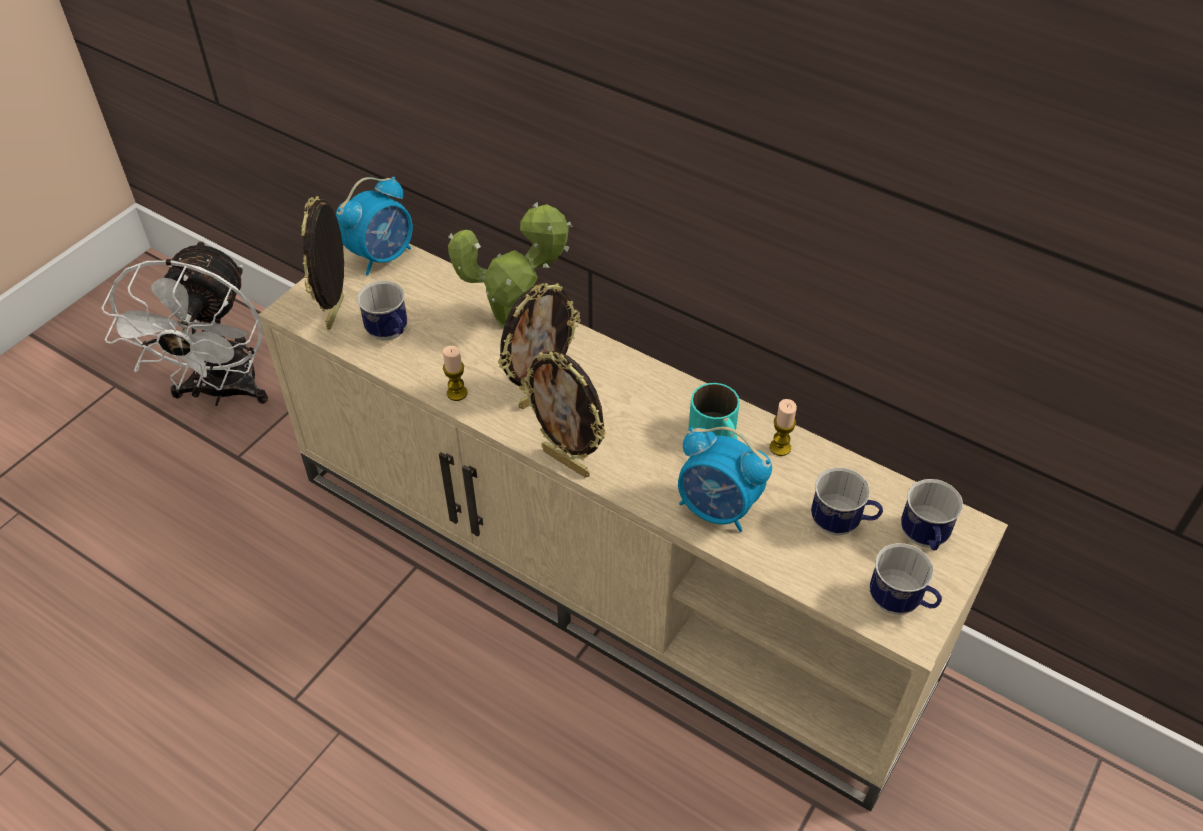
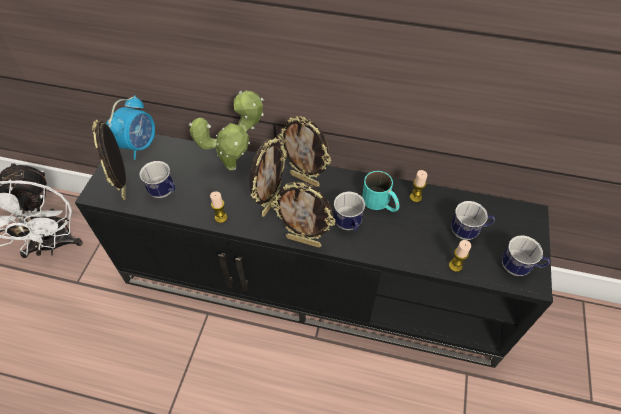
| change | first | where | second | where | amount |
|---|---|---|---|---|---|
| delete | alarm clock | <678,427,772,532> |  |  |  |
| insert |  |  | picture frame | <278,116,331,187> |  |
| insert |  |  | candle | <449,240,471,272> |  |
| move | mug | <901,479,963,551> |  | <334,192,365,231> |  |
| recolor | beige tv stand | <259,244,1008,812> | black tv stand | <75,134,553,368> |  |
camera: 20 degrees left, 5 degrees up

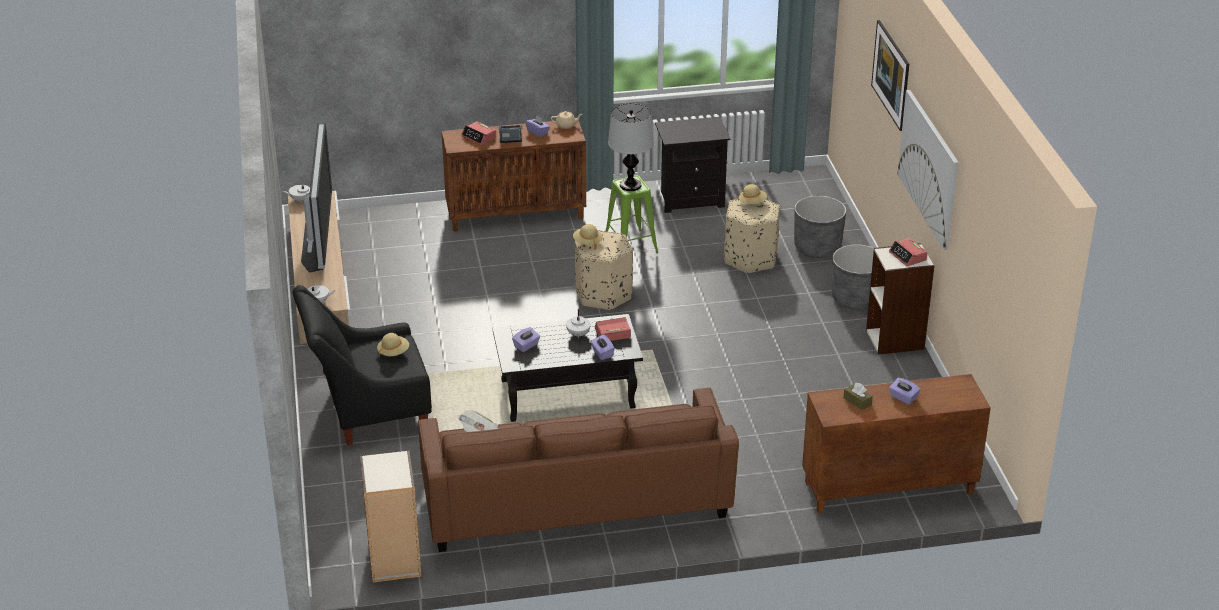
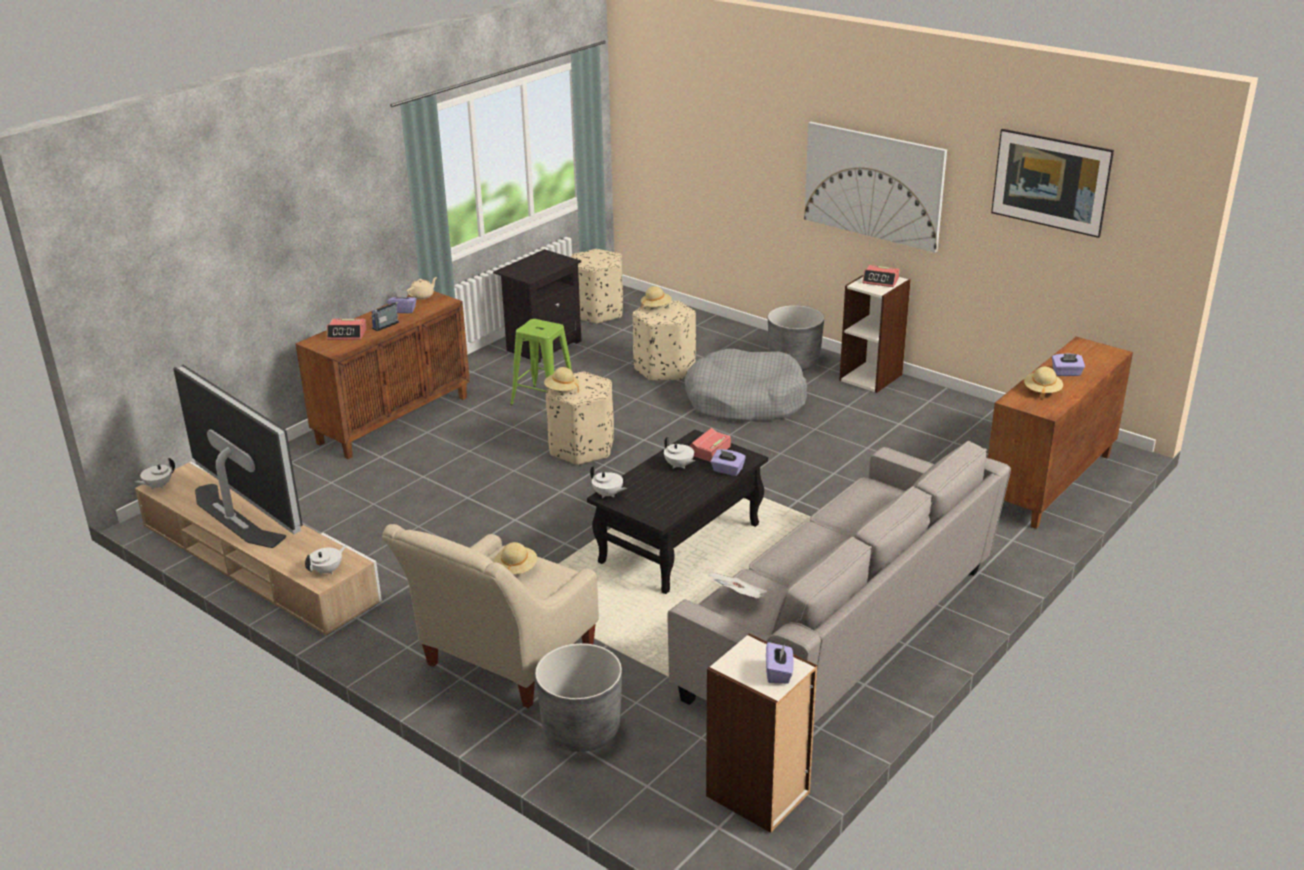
| change | first | where | second | where | amount |
|---|---|---|---|---|---|
| delete | table lamp | <608,103,654,191> |  |  |  |
| insert |  |  | beige ottoman | <571,249,623,324> |  |
| insert |  |  | white teapot | <590,465,626,498> |  |
| insert |  |  | grey dog bed | <684,349,807,422> |  |
| move | purple tissue box | <512,327,540,352> |  | <766,642,794,684> |  |
| move | grey planter | <794,196,846,258> |  | <535,643,622,752> |  |
| move | picture | <871,20,909,131> |  | <991,129,1114,238> |  |
| replace | brown tissue box | <843,383,873,410> | beige hat | <1024,367,1063,400> |  |
| recolor | black armchair | <292,285,432,445> | beige armchair | <382,524,599,708> |  |
| recolor | brown sofa | <418,387,739,552> | grey sofa | <667,441,1011,724> |  |
camera: 40 degrees left, 5 degrees down

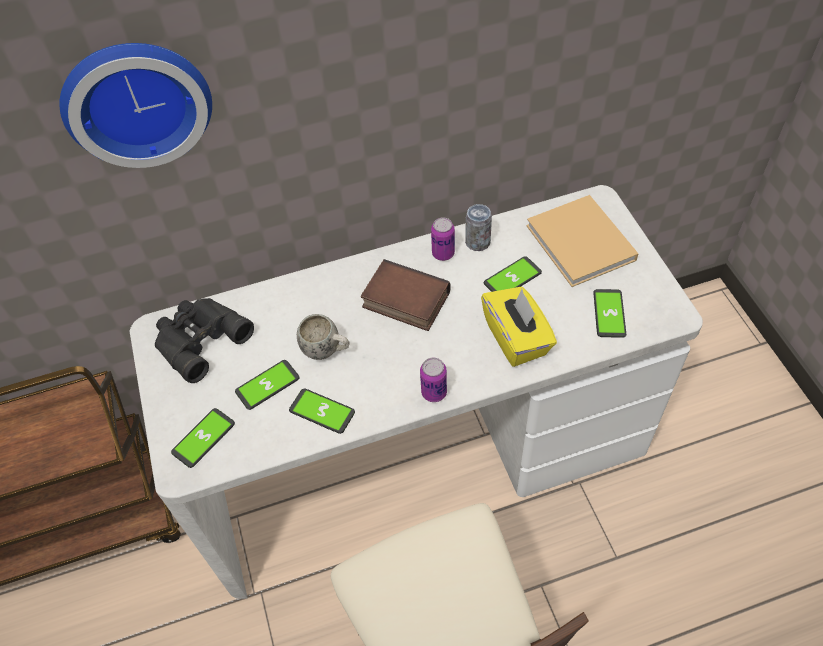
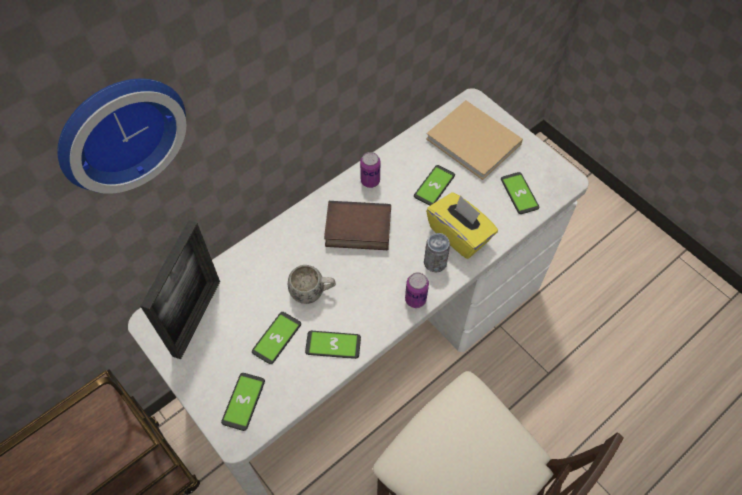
| change | first | where | second | where | amount |
|---|---|---|---|---|---|
| move | can | <465,204,492,251> |  | <424,233,450,272> |  |
| replace | black binoculars | <155,298,254,383> | picture frame | <140,220,220,359> |  |
camera: 25 degrees left, 5 degrees up

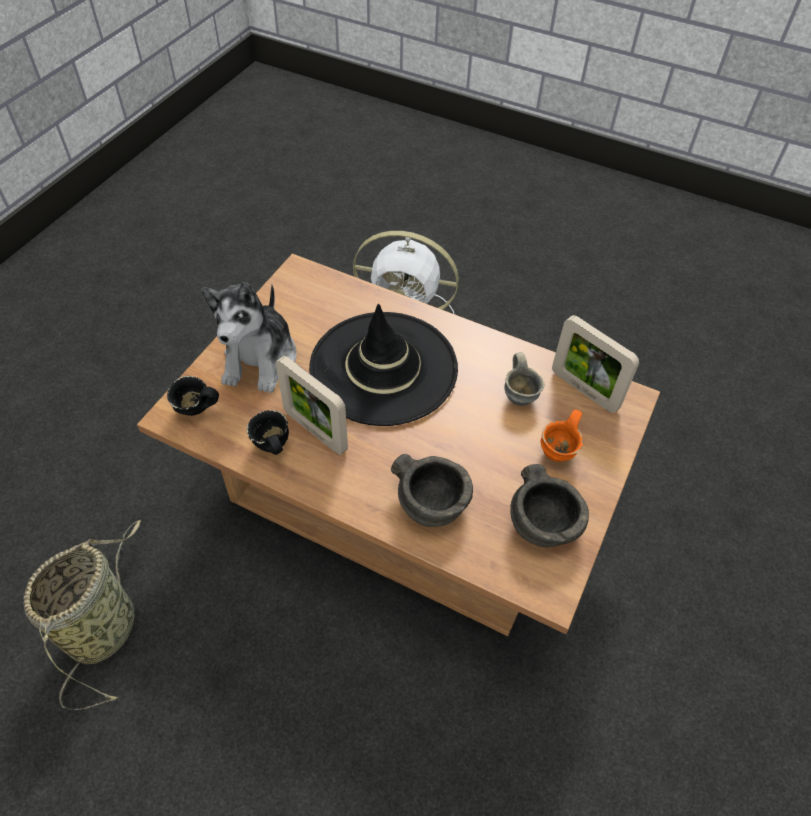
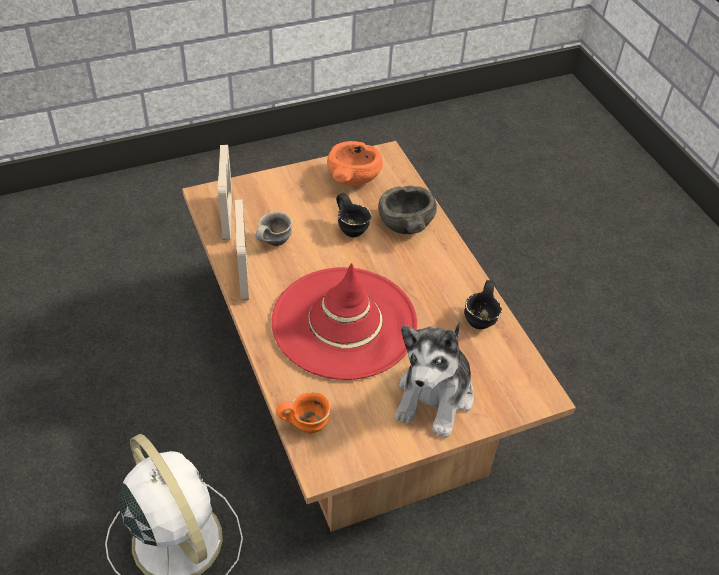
| change | first | where | second | where | amount |
|---|---|---|---|---|---|
| delete | basket | <24,520,141,710> |  |  |  |
| move | black mug | <167,376,219,416> |  | <336,193,372,238> |  |
| move | picture frame | <276,356,348,455> |  | <235,200,249,301> |  |
| move | orange mug | <541,409,583,462> |  | <276,392,331,434> |  |
| recolor | black hat | <309,304,458,426> | red hat | <272,263,417,380> |  |
| recolor | grey bowl | <510,464,589,547> | orange bowl | <327,141,383,186> |  |
| rotate | plush toy | <201,282,297,393> |  | <395,321,474,438> | 150 degrees clockwise |
camera: 140 degrees left, 5 degrees down

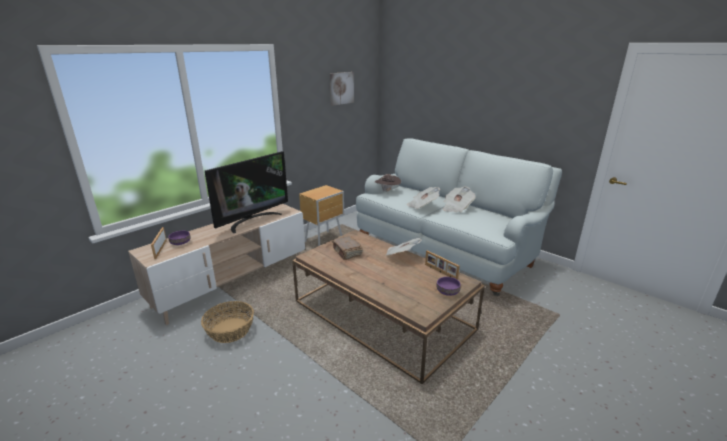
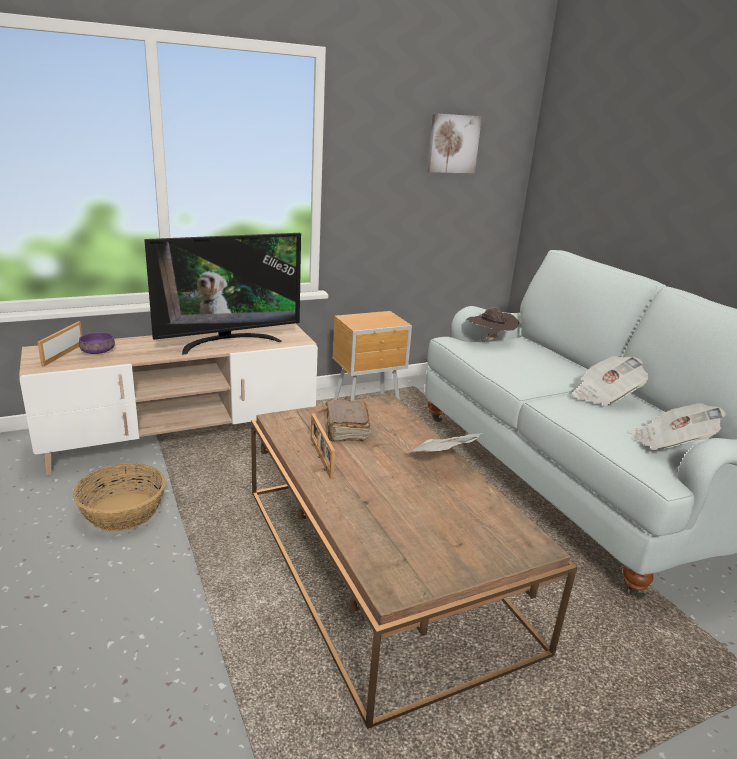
| change | first | where | second | where | amount |
|---|---|---|---|---|---|
| delete | purple bowl | <436,277,461,296> |  |  |  |
| move | newspaper | <407,187,440,209> |  | <630,403,726,450> |  |
| move | picture frame | <425,250,460,280> |  | <311,413,335,479> |  |
camera: 20 degrees right, 0 degrees up

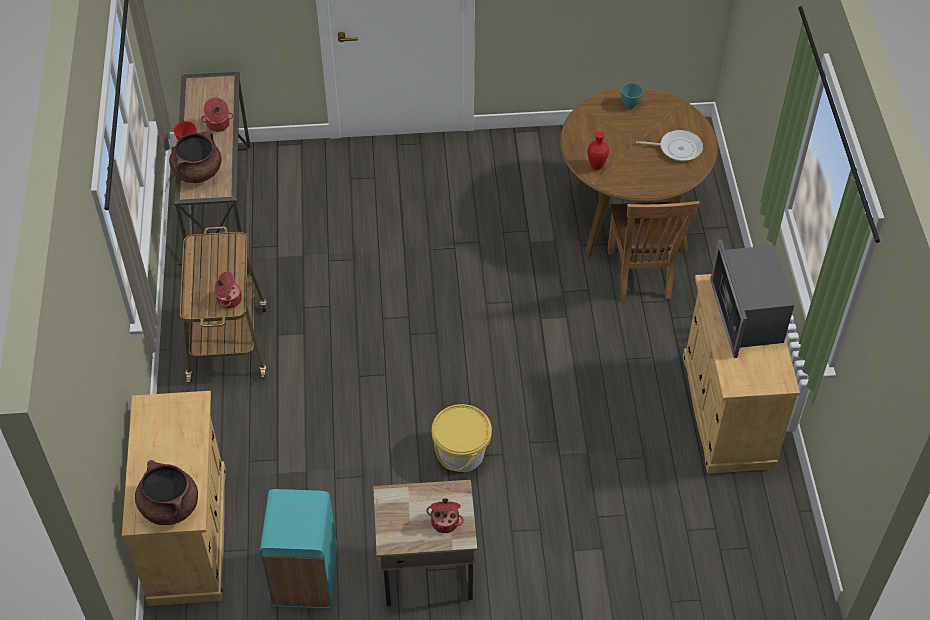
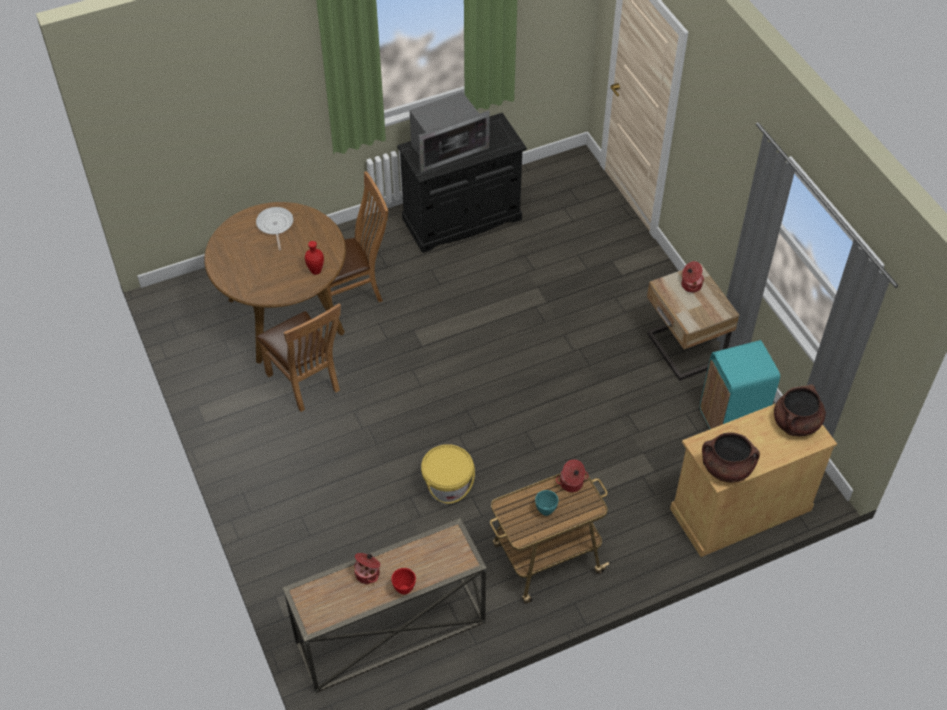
| change | first | where | second | where | amount |
|---|---|---|---|---|---|
| insert |  |  | brown chair | <257,303,341,412> |  |
| move | brown cooking pot | <169,131,221,183> |  | <702,432,760,483> |  |
| move | yellow bucket | <432,404,492,472> |  | <421,444,475,504> |  |
| move | turquoise bowl | <621,83,643,109> |  | <535,490,558,516> |  |
| recolor | beige cabinet | <683,274,800,474> | black cabinet | <397,113,527,253> |  |
camera: 110 degrees left, 0 degrees up

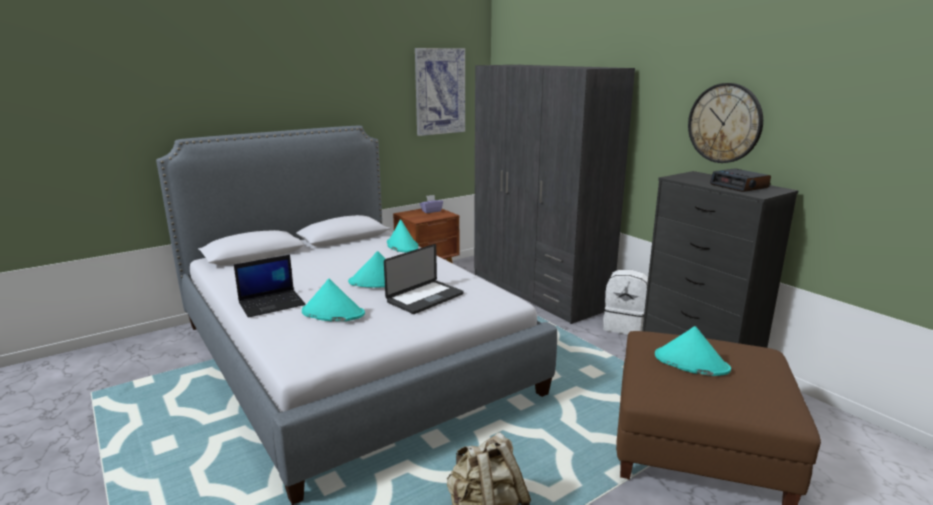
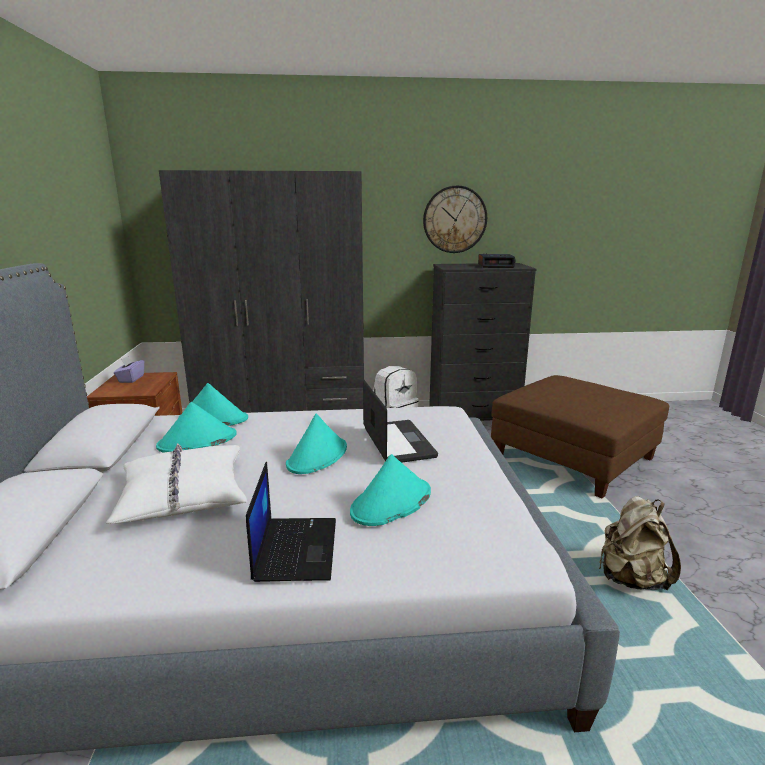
| change | first | where | second | where | amount |
|---|---|---|---|---|---|
| delete | picture | <415,48,465,136> |  |  |  |
| insert |  |  | white pillow | <106,443,247,524> |  |
| move | turquoise hat | <655,326,731,376> |  | <156,402,237,453> |  |
camera: 60 degrees left, 0 degrees up

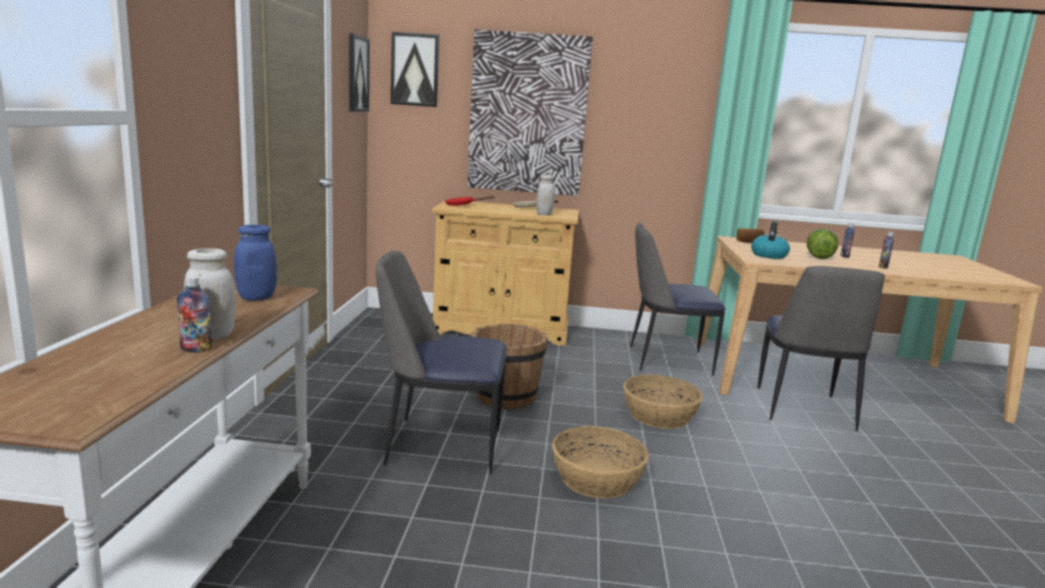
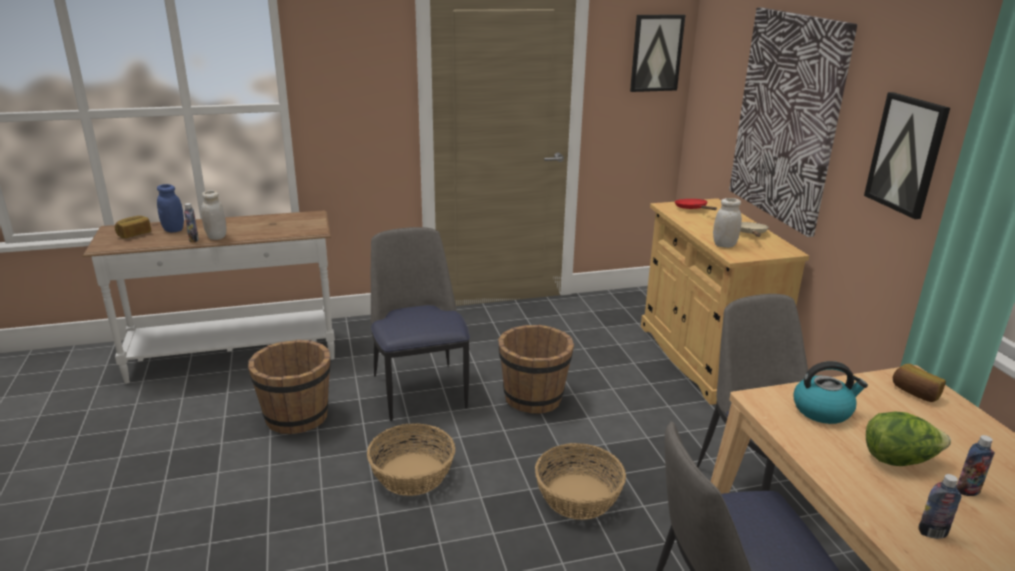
| change | first | where | second | where | amount |
|---|---|---|---|---|---|
| insert |  |  | bread | <115,216,151,238> |  |
| insert |  |  | brown bucket | <248,340,331,434> |  |
| move | blue jar | <234,225,277,301> |  | <157,184,184,232> |  |
| move | picture | <391,32,439,107> |  | <864,92,950,219> |  |
camera: 70 degrees right, 10 degrees up

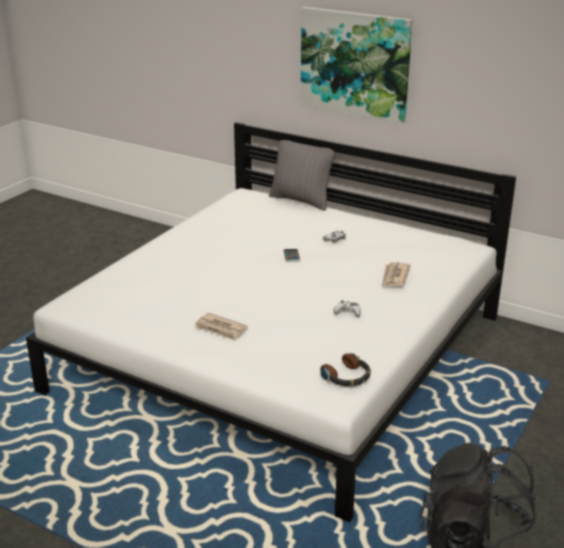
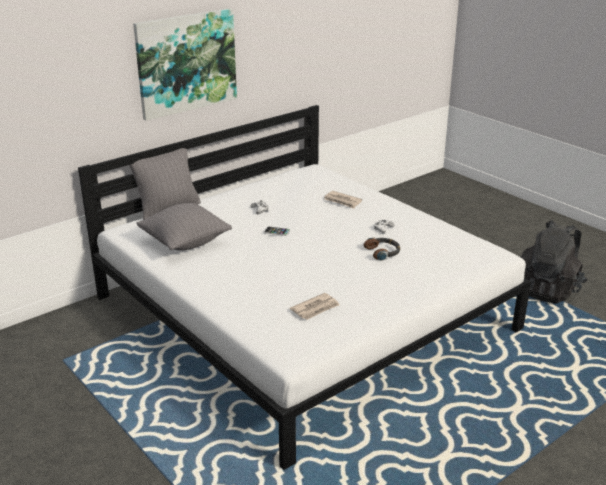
| change | first | where | second | where | amount |
|---|---|---|---|---|---|
| insert |  |  | grey pillow | <137,203,232,251> |  |
| move | newspaper | <195,313,248,341> |  | <290,293,340,320> |  |
| move | headphones | <320,353,371,387> |  | <364,238,400,261> |  |
camera: 70 degrees left, 0 degrees up

